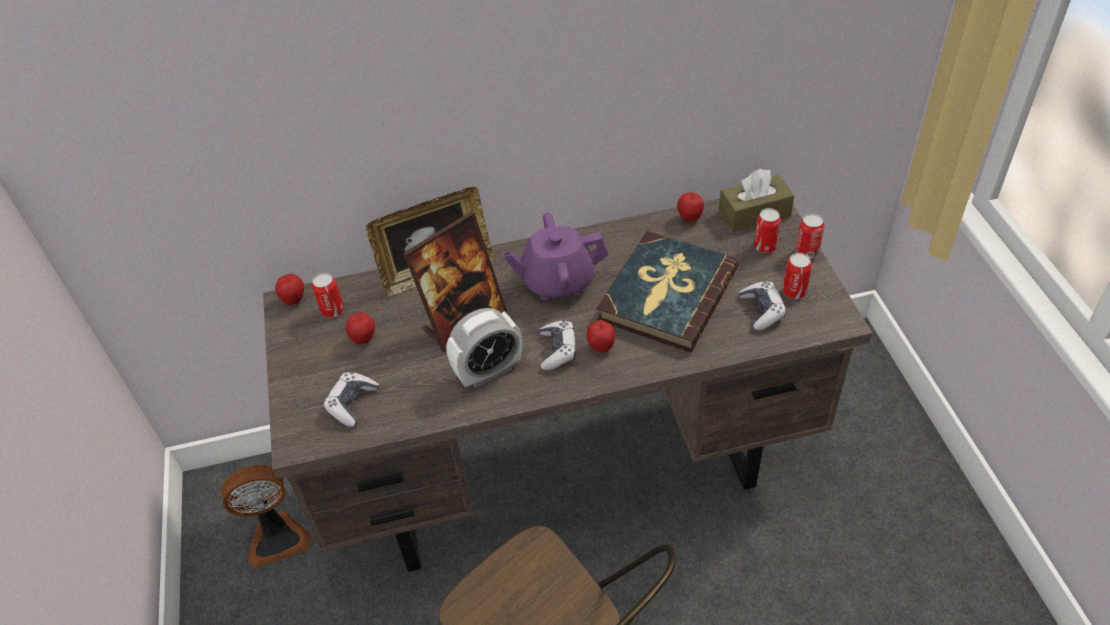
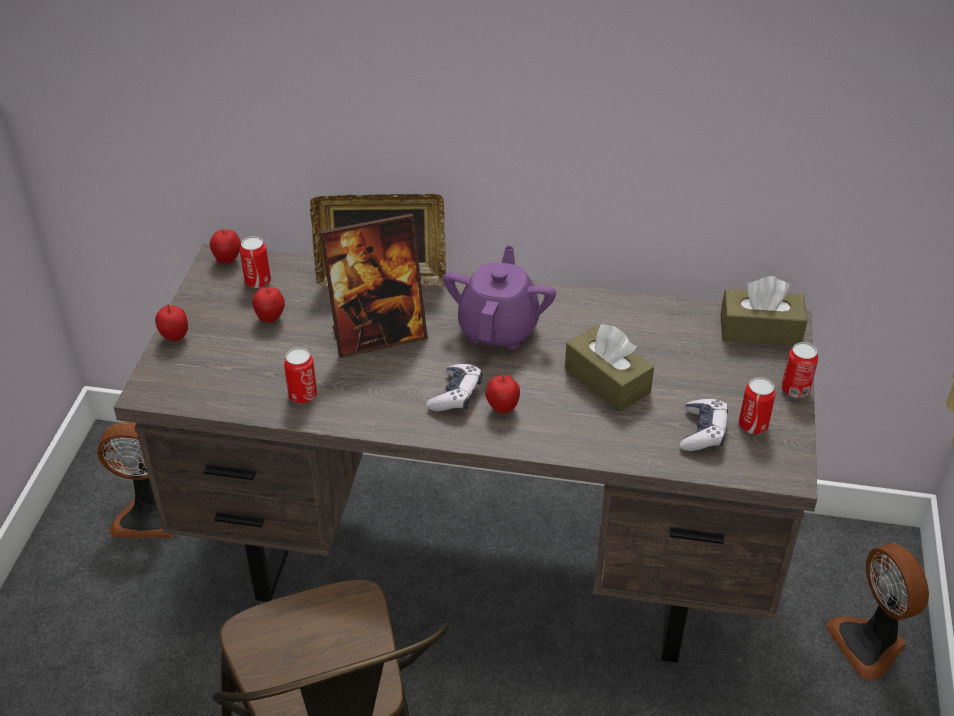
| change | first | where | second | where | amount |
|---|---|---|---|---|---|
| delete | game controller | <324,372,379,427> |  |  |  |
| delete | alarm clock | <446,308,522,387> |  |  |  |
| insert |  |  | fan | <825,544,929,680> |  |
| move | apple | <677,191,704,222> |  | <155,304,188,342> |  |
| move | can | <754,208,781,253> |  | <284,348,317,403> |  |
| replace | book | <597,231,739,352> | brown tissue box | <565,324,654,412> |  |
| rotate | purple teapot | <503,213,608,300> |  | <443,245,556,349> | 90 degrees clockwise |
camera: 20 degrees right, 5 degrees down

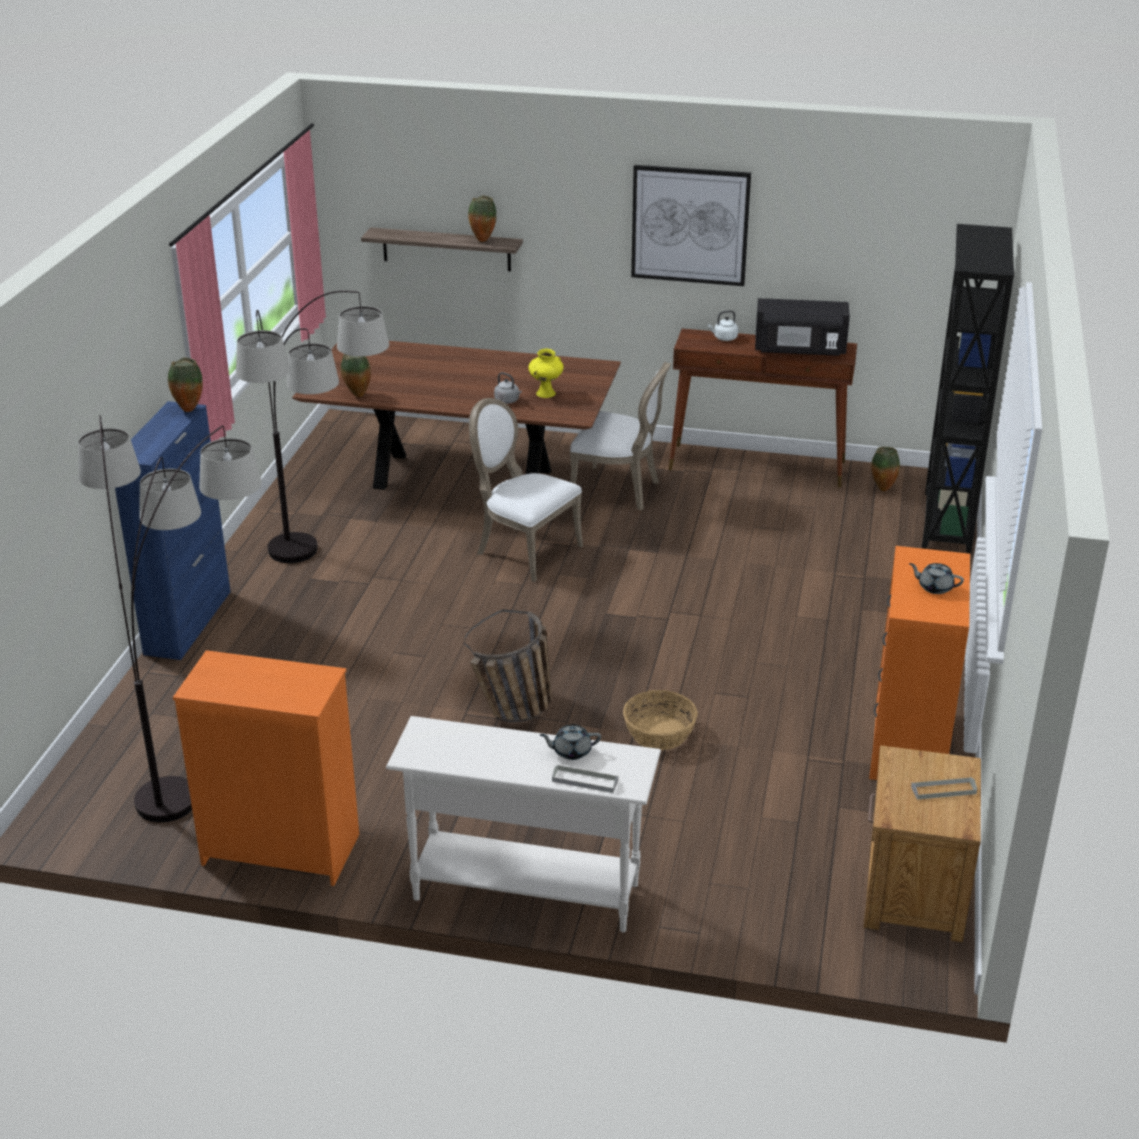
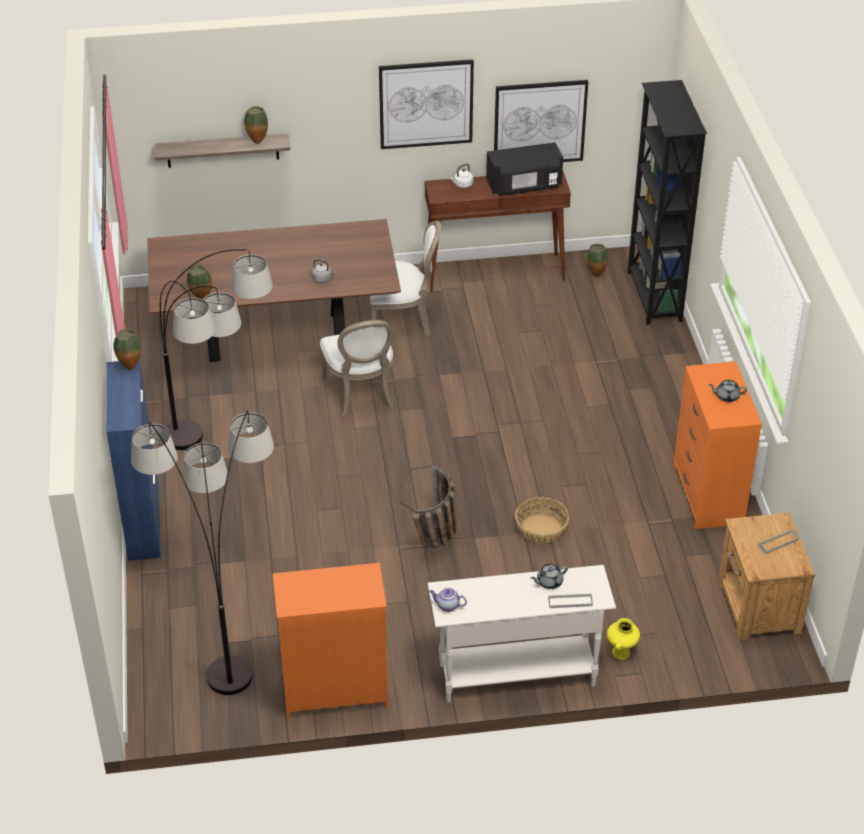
| change | first | where | second | where | amount |
|---|---|---|---|---|---|
| insert |  |  | teapot | <429,588,467,612> |  |
| insert |  |  | picture | <494,80,588,162> |  |
| move | yellow vase | <529,349,564,398> |  | <607,618,640,660> |  |
| rotate | white chair | <469,398,583,582> |  | <320,320,394,417> | 120 degrees counterclockwise |
camera: 20 degrees left, 10 degrees up

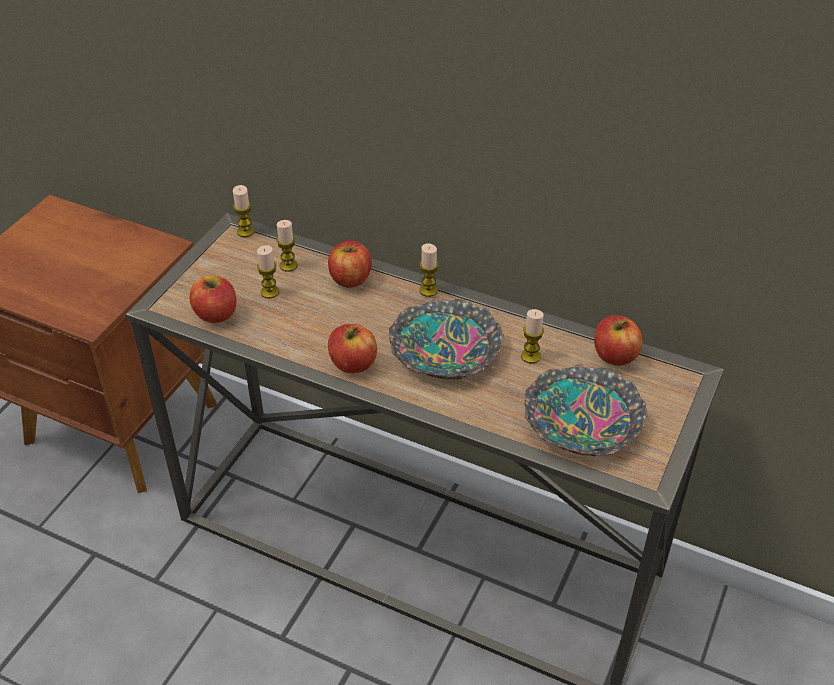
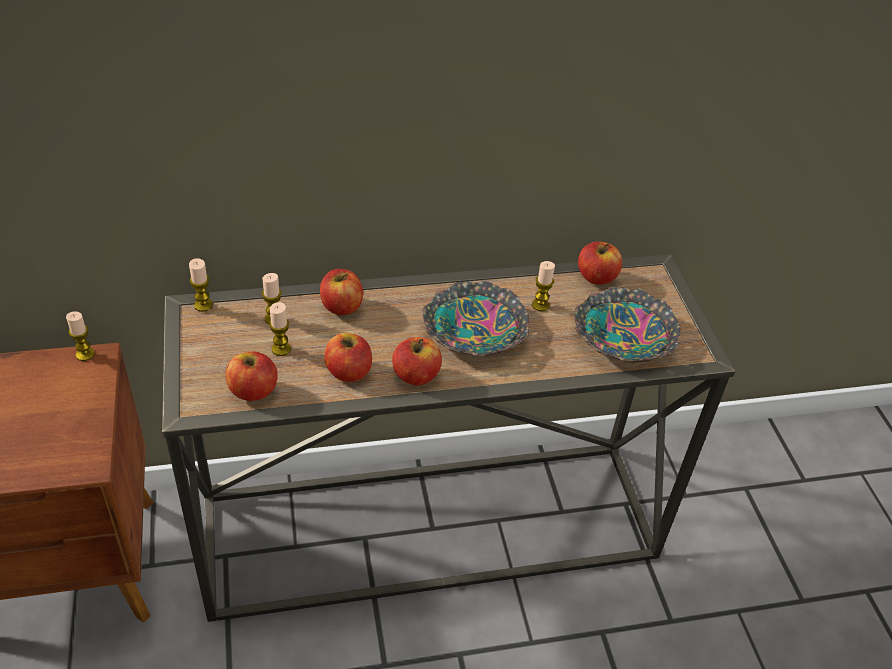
| change | first | where | second | where | amount |
|---|---|---|---|---|---|
| insert |  |  | apple | <324,333,372,382> |  |
| move | candle | <419,243,439,297> |  | <66,312,95,361> |  |
camera: 40 degrees left, 0 degrees up

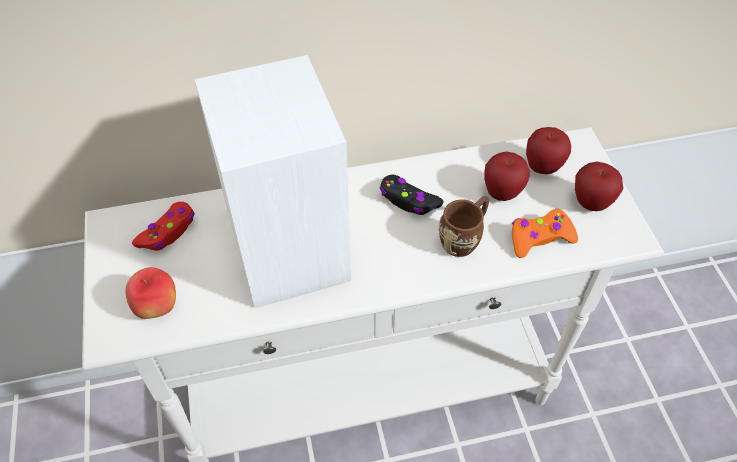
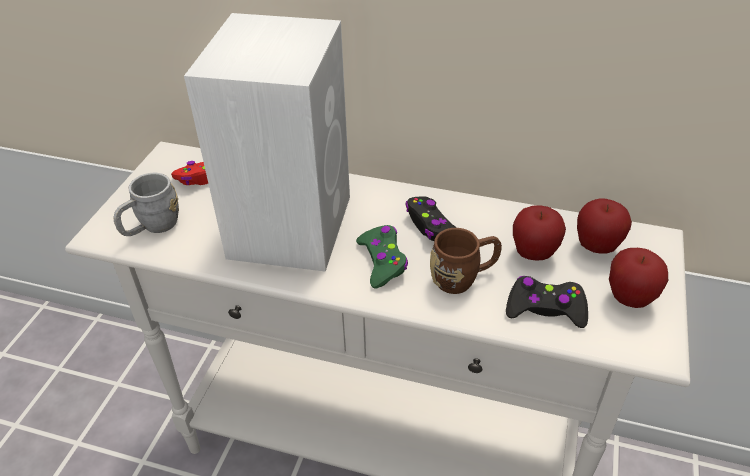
| change | first | where | second | where | amount |
|---|---|---|---|---|---|
| insert |  |  | green game controller | <356,225,408,289> |  |
| replace | apple | <125,267,176,319> | grey mug | <114,173,179,236> |  |
| recolor | orange game controller | <512,209,578,258> | black game controller | <506,276,588,328> |  |
camera: 30 degrees right, 10 degrees down

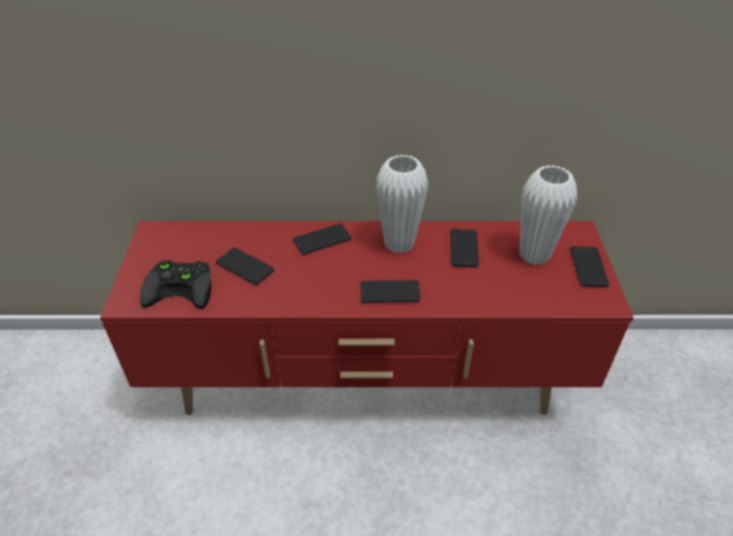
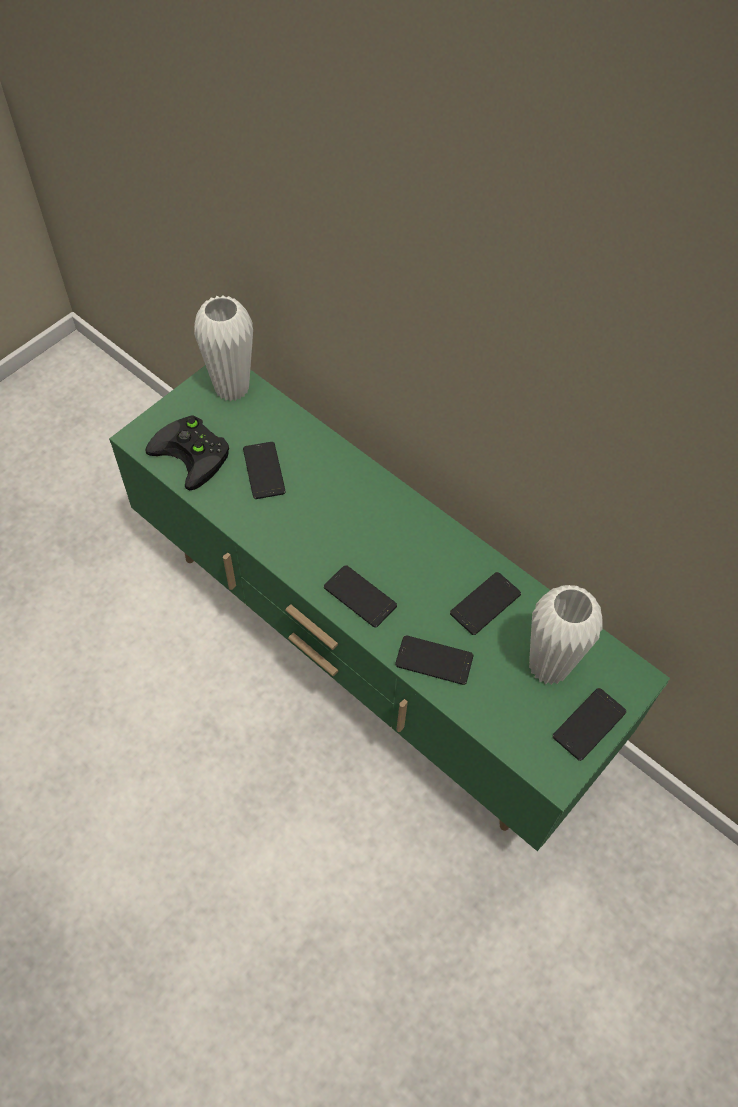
| change | first | where | second | where | amount |
|---|---|---|---|---|---|
| move | phone | <293,224,352,255> |  | <395,635,473,685> |  |
| move | white vase | <376,155,428,253> |  | <194,295,253,401> |  |
| recolor | red tv stand | <100,221,634,415> | green tv stand | <109,365,670,851> |  |
camera: 40 degrees right, 15 degrees up

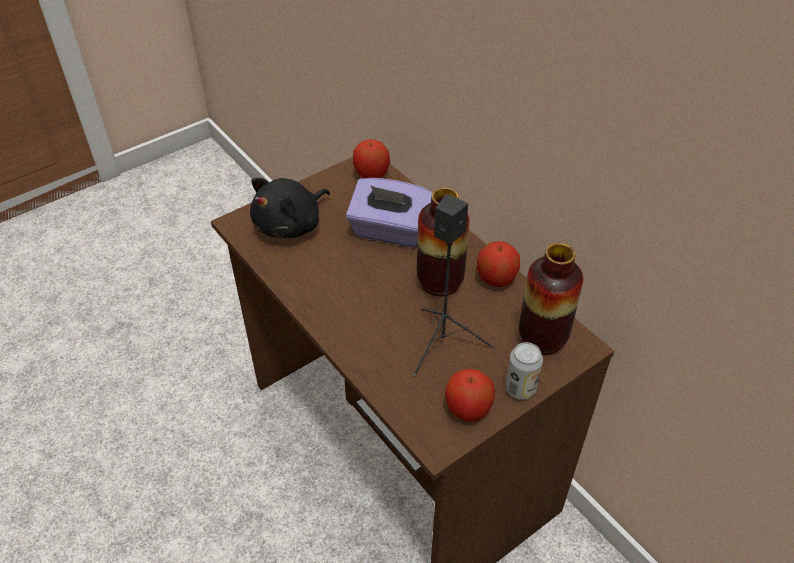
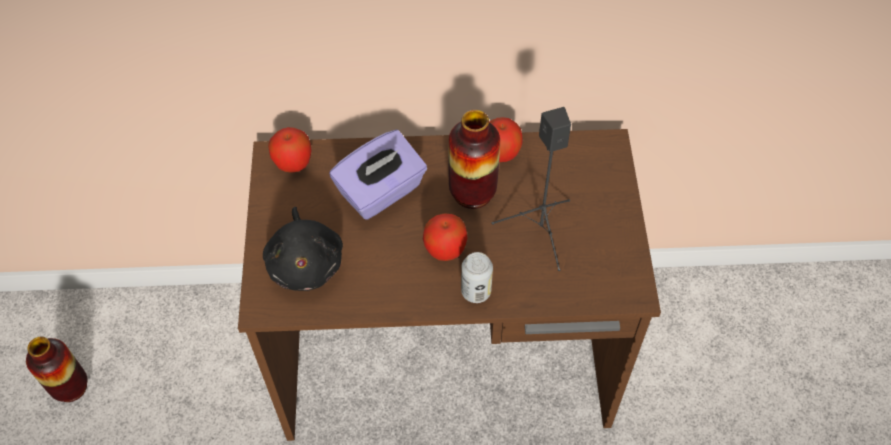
| change | first | where | second | where | amount |
|---|---|---|---|---|---|
| move | apple | <445,369,495,422> |  | <423,213,468,261> |  |
| move | can | <505,342,543,400> |  | <461,252,493,303> |  |
| move | vase | <519,243,583,355> |  | <26,337,87,402> |  |
camera: 55 degrees left, 10 degrees up

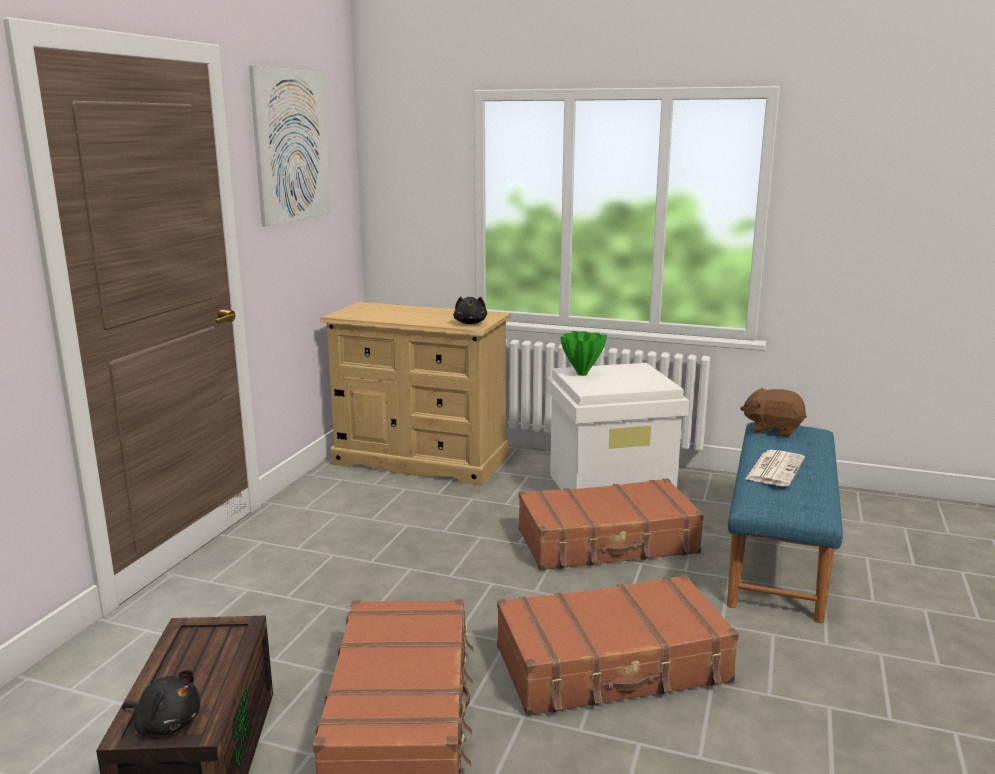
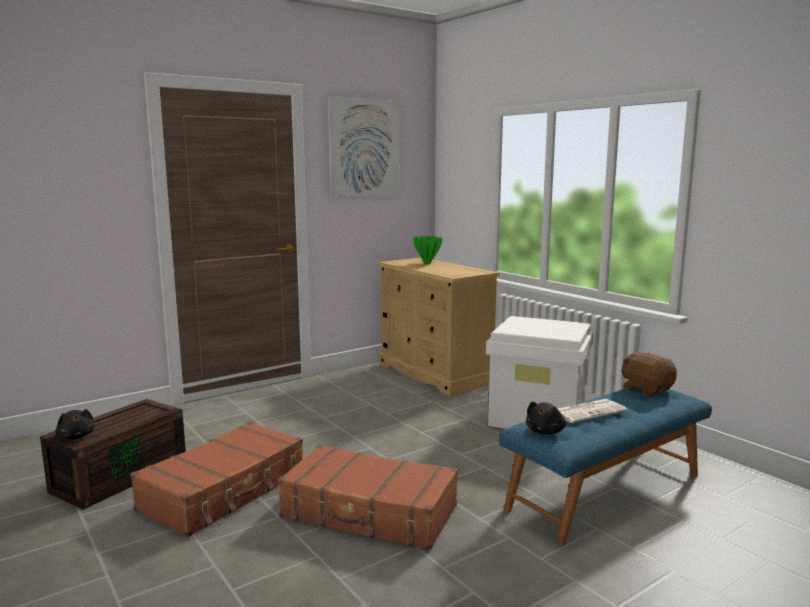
| change | first | where | second | where | amount |
|---|---|---|---|---|---|
| delete | brown suitcase | <518,478,704,570> |  |  |  |
| move | black plush toy | <453,297,487,324> |  | <526,401,566,434> |  |
| move | green vase | <561,331,607,376> |  | <413,236,442,264> |  |
camera: 35 degrees right, 5 degrees down

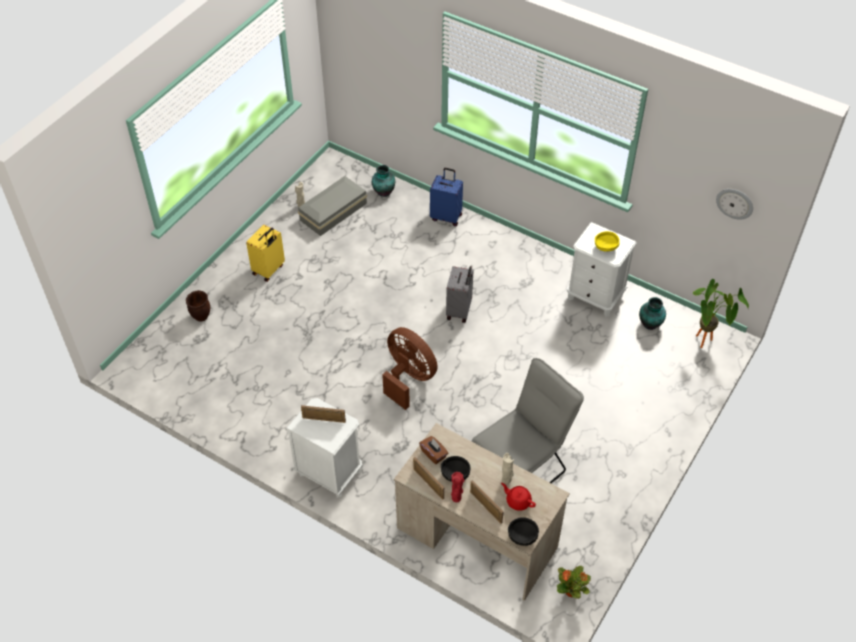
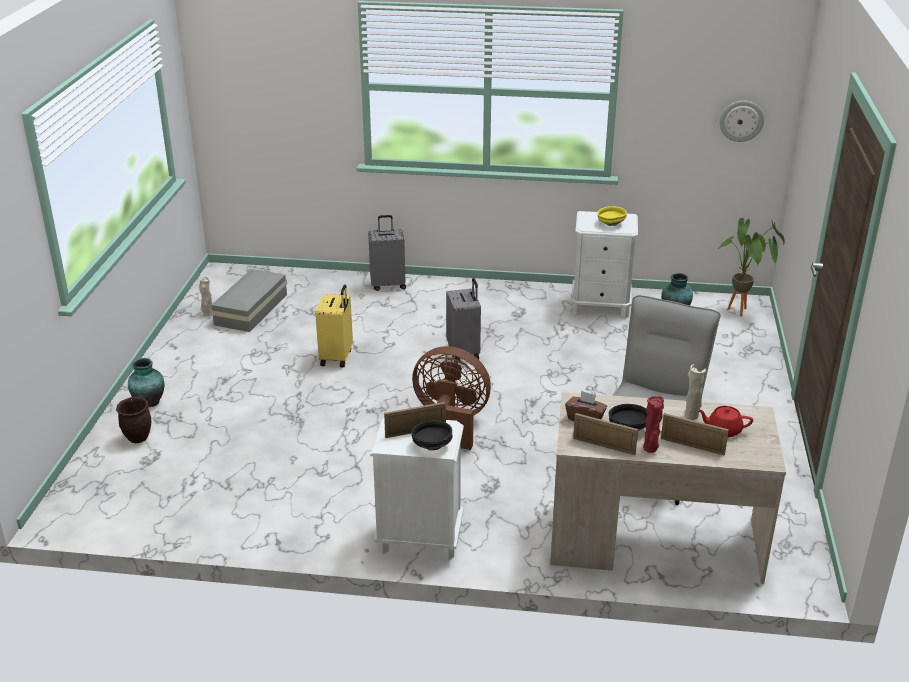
| change | first | where | second | where | amount |
|---|---|---|---|---|---|
| delete | potted plant | <557,566,591,599> |  |  |  |
| move | yellow suitcase | <246,225,285,282> |  | <315,285,353,368> |  |
| move | vase | <372,165,395,197> |  | <128,358,164,407> |  |
| move | black bowl | <508,517,539,546> |  | <411,421,453,450> |  |
| recolor | blue suitcase | <430,168,463,226> | grey suitcase | <368,215,406,291> |  |
camera: 25 degrees left, 20 degrees down

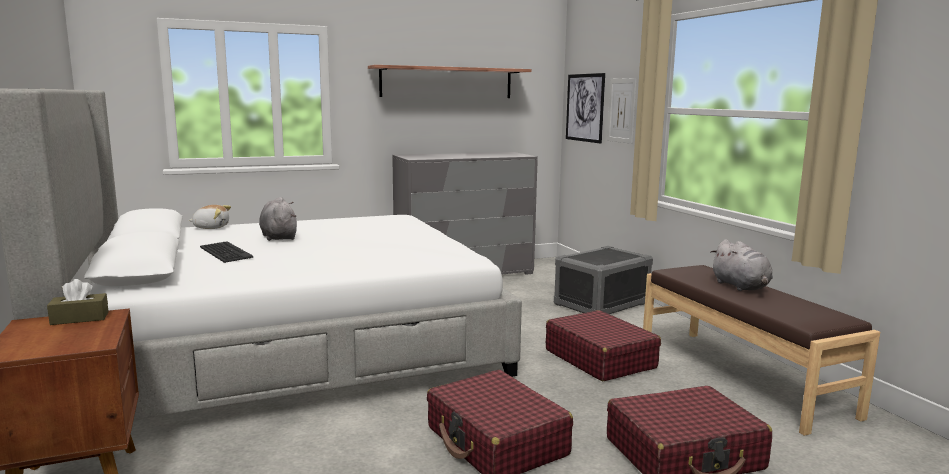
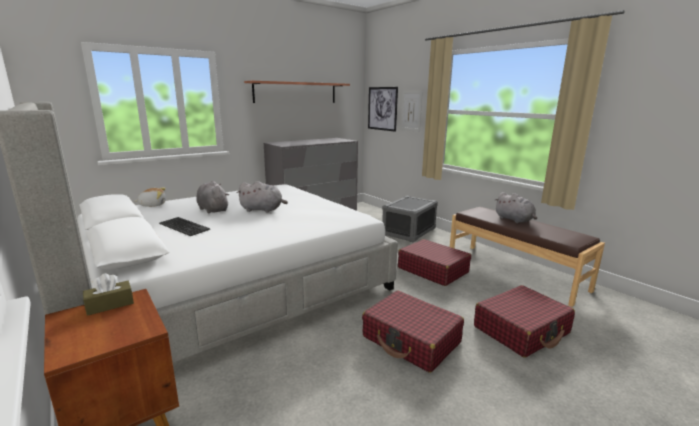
| change | first | where | second | where | amount |
|---|---|---|---|---|---|
| insert |  |  | grey plush toy | <237,181,288,213> |  |
camera: 15 degrees left, 5 degrees up

